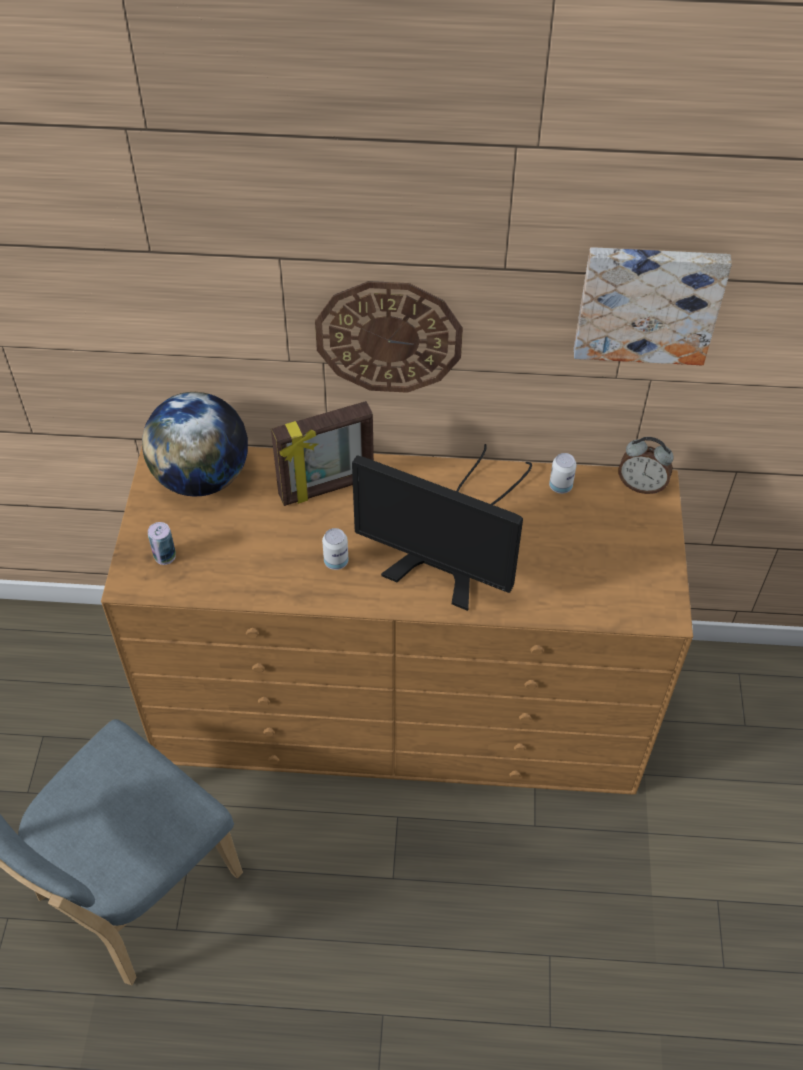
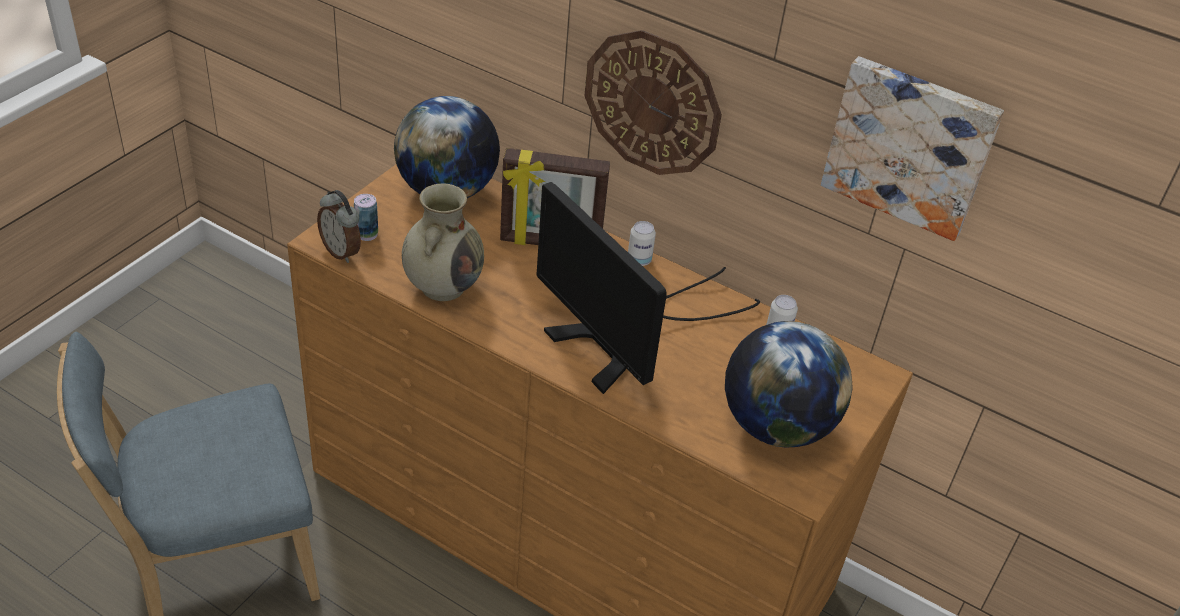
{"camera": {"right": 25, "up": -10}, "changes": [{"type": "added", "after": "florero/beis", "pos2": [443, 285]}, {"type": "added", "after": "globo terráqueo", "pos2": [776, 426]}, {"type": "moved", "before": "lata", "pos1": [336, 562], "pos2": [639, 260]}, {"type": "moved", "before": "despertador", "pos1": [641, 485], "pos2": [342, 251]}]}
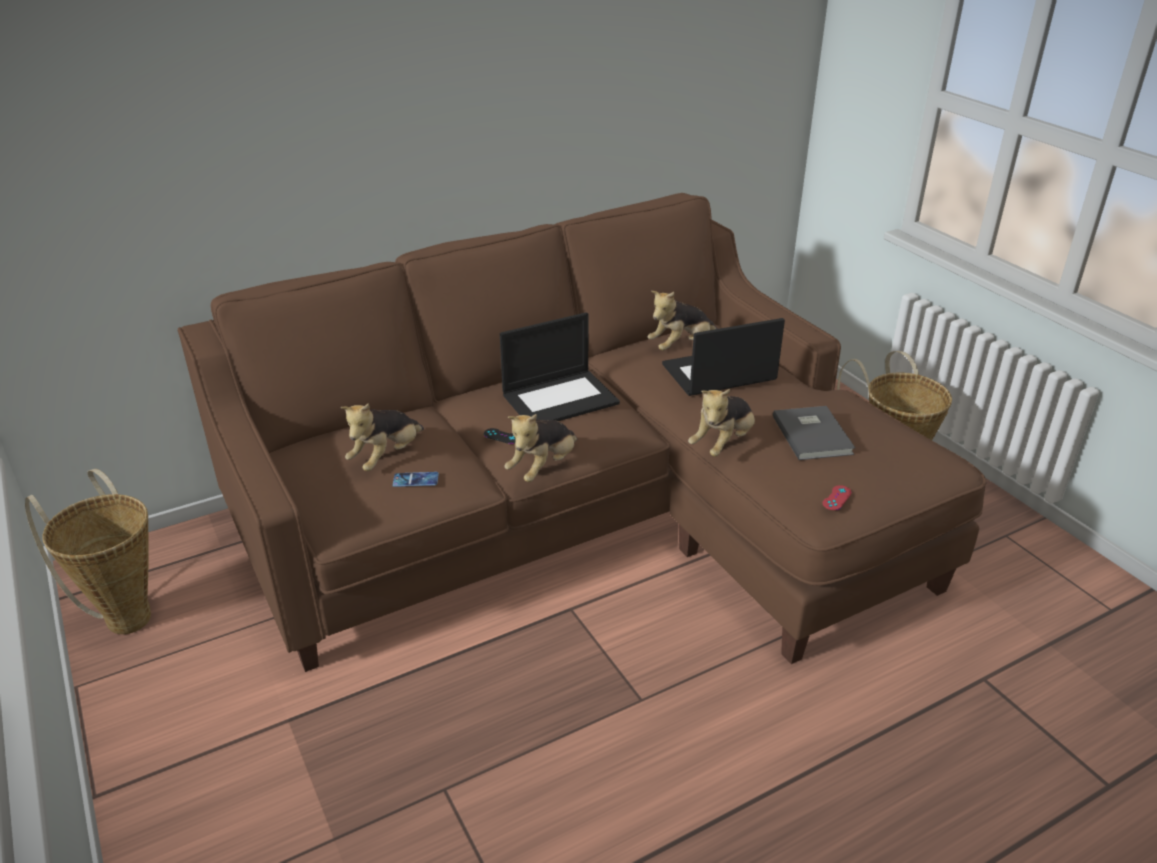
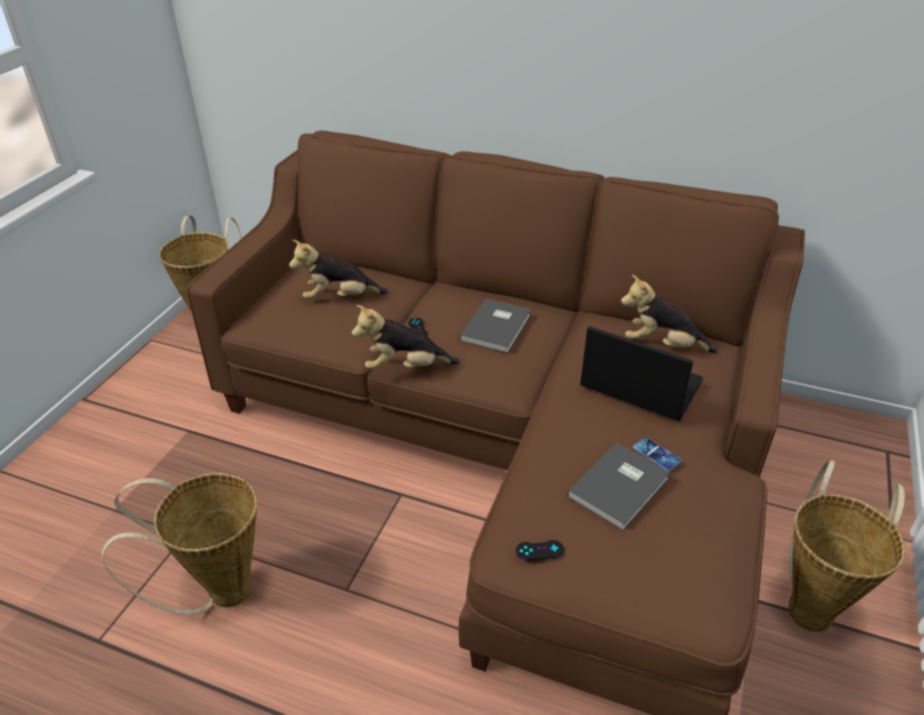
{"camera": {"right": 50, "up": 5}, "changes": [{"type": "removed", "before": "peluche", "pos1": [723, 443]}, {"type": "added", "after": "cesta", "pos2": [219, 591]}, {"type": "moved", "before": "móvil", "pos1": [415, 480], "pos2": [656, 454]}, {"type": "replaced", "before": "portátil", "after": "libro/gris", "pos1": [560, 398], "pos2": [498, 327]}, {"type": "recoloured", "before": "mando de consola/rojo", "after": "mando de consola/negro", "pos1": [837, 498], "pos2": [539, 550]}]}
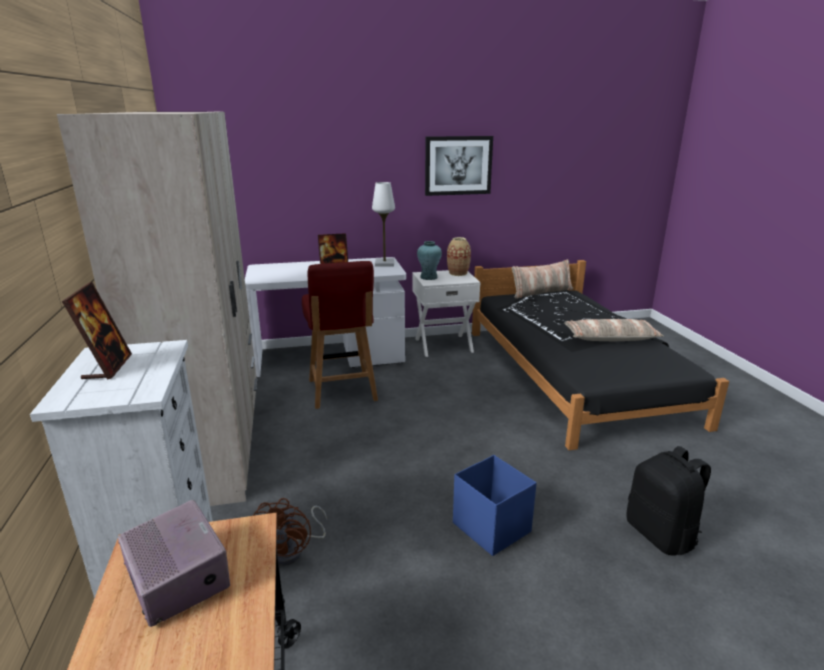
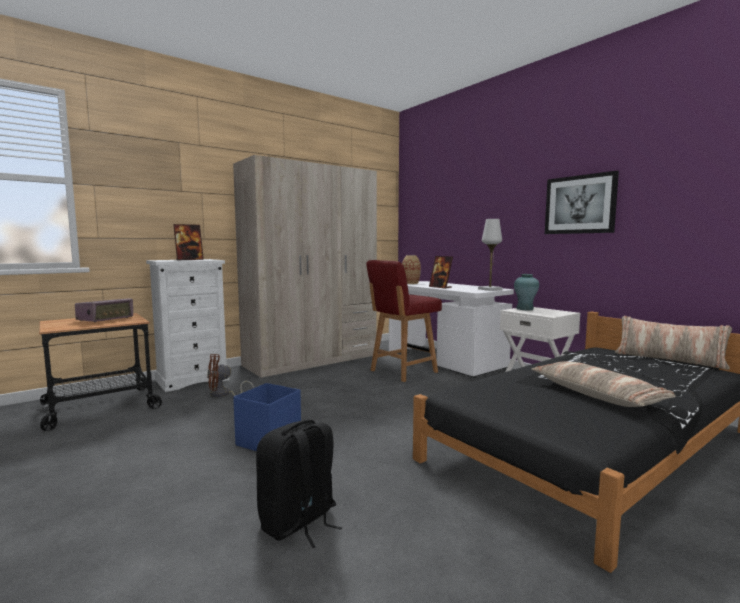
{"camera": {"right": 65, "up": -15}, "changes": [{"type": "moved", "before": "florero", "pos1": [458, 273], "pos2": [411, 283]}]}
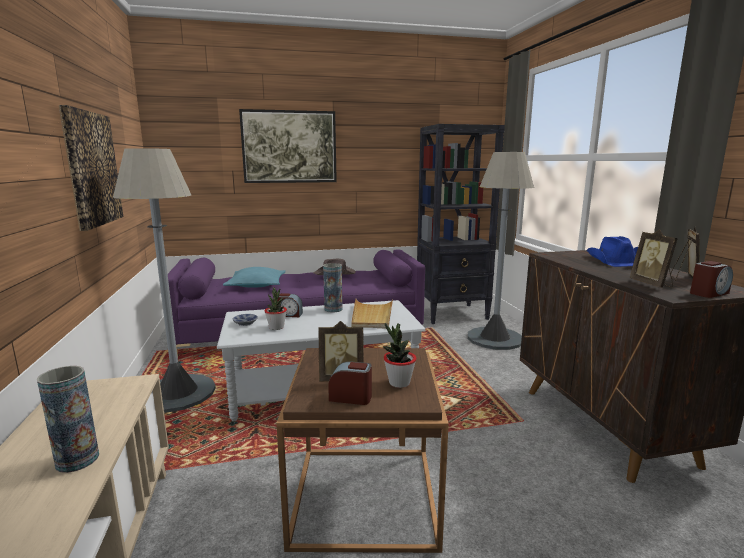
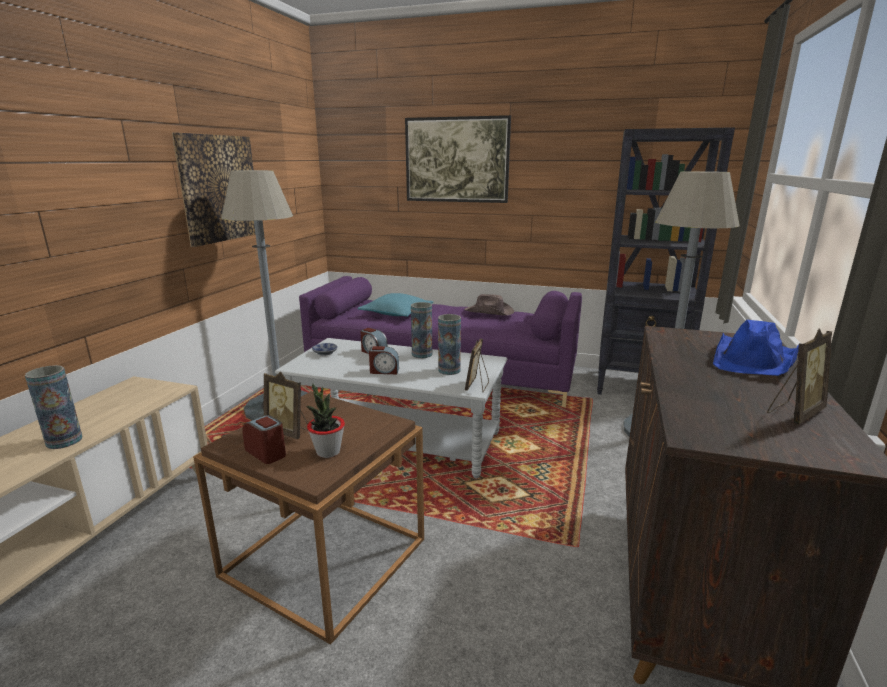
{"camera": {"right": 30, "up": 5}, "changes": [{"type": "removed", "before": "planta en maceta", "pos1": [276, 327]}, {"type": "moved", "before": "portarretratos", "pos1": [652, 284], "pos2": [477, 386]}, {"type": "moved", "before": "despertador", "pos1": [708, 293], "pos2": [384, 371]}, {"type": "replaced", "before": "bandeja/beis", "after": "florero", "pos1": [372, 316], "pos2": [449, 370]}]}
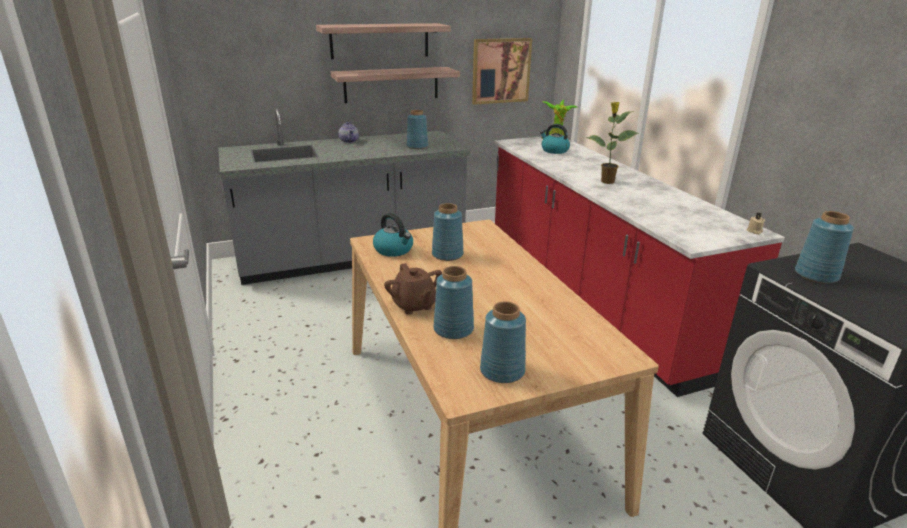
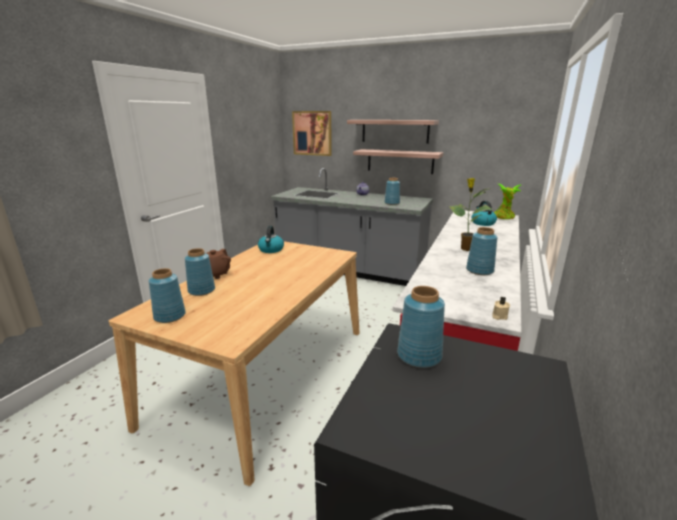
{"camera": {"right": 45, "up": -5}, "changes": [{"type": "moved", "before": "florero/azul", "pos1": [447, 255], "pos2": [479, 271]}, {"type": "moved", "before": "cuadro", "pos1": [501, 71], "pos2": [312, 133]}]}
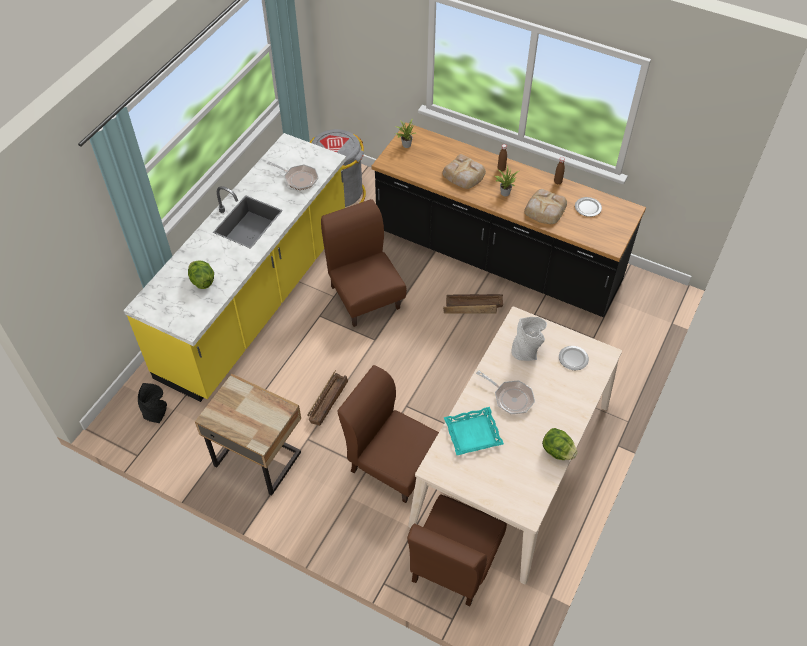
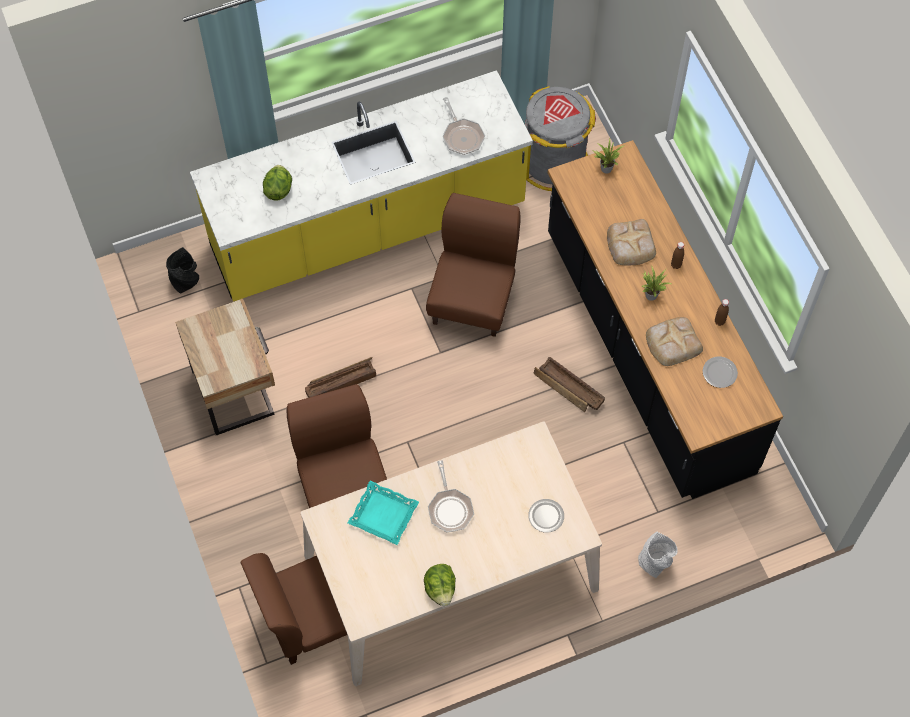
{"camera": {"right": 40, "up": 10}, "changes": [{"type": "moved", "before": "florero/gris", "pos1": [526, 351], "pos2": [655, 563]}]}
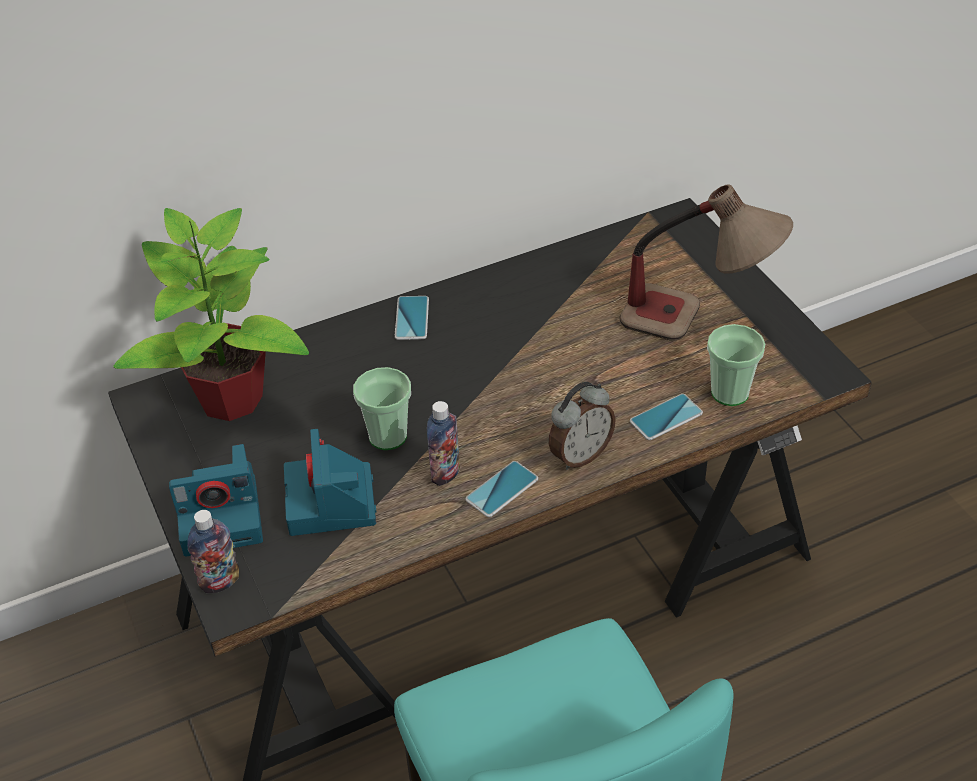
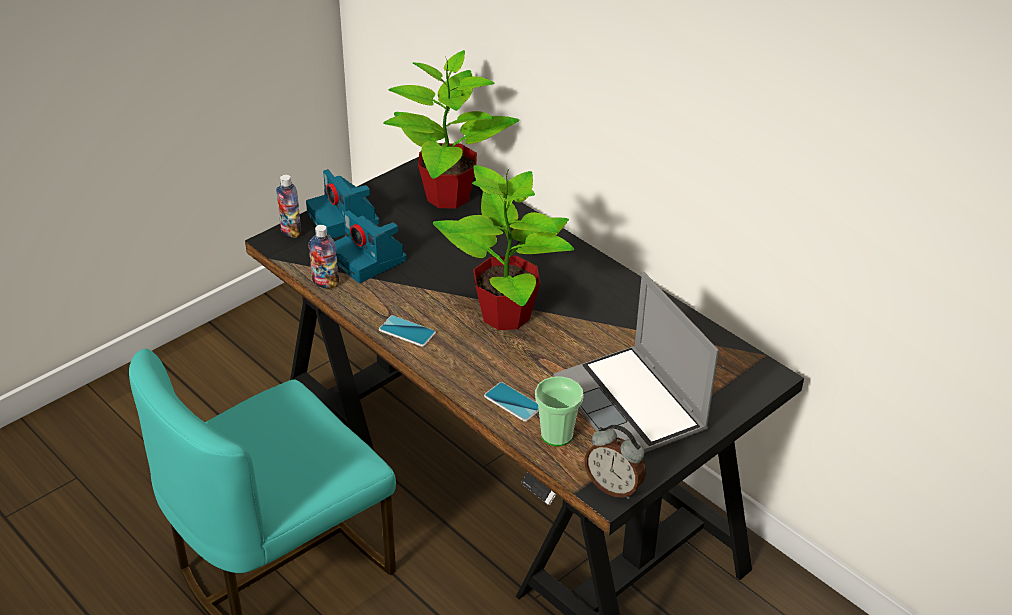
{"camera": {"right": 70, "up": -5}, "changes": [{"type": "removed", "before": "taza", "pos1": [388, 436]}, {"type": "removed", "before": "móvil", "pos1": [412, 318]}, {"type": "added", "after": "planta en maceta", "pos2": [507, 315]}, {"type": "moved", "before": "botella", "pos1": [445, 473], "pos2": [325, 283]}, {"type": "moved", "before": "despertador", "pos1": [580, 455], "pos2": [614, 487]}, {"type": "replaced", "before": "lámpara de mesa", "after": "portátil", "pos1": [699, 324], "pos2": [632, 406]}, {"type": "turned", "before": "cámara", "pos1": [332, 503], "pos2": [369, 260], "turn": -105}]}
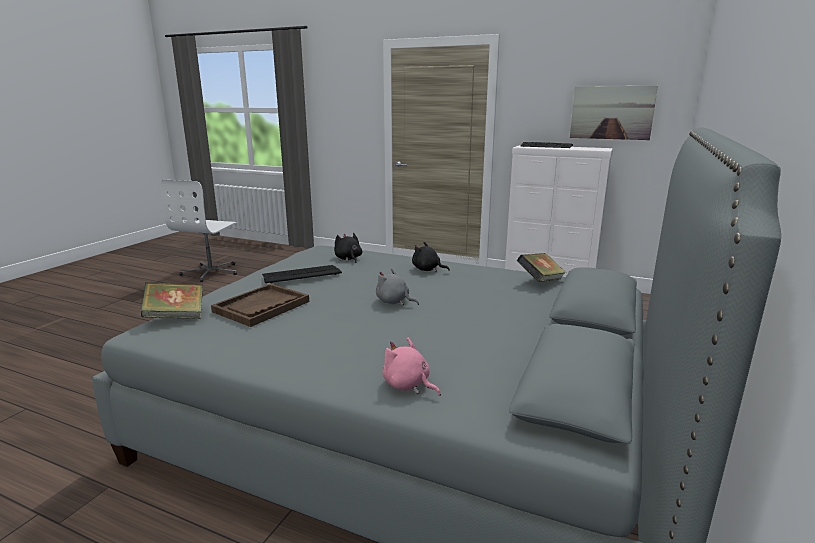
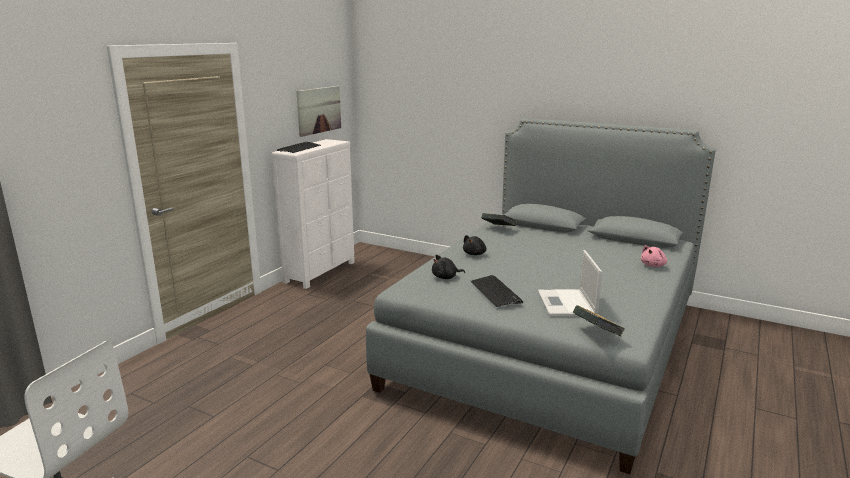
{"camera": {"right": -85, "up": 0}, "changes": [{"type": "removed", "before": "peluche/gris", "pos1": [394, 302]}, {"type": "replaced", "before": "bandeja/marrón", "after": "portátil", "pos1": [261, 307], "pos2": [567, 304]}]}
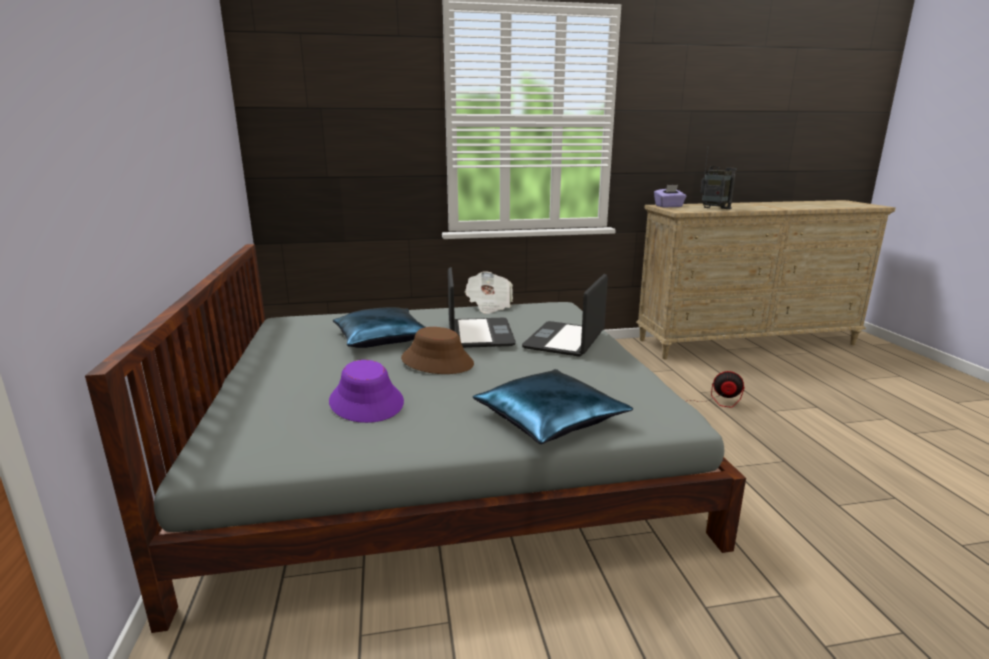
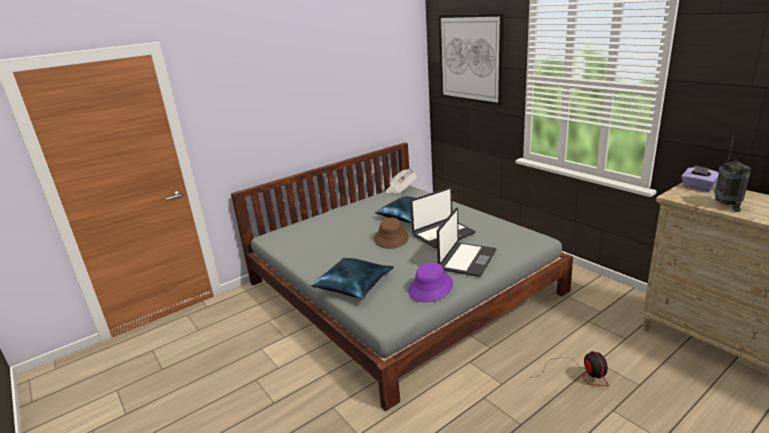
{"camera": {"right": 65, "up": 5}, "changes": [{"type": "added", "after": "cuadro", "pos2": [470, 58]}, {"type": "moved", "before": "sombrero/morado", "pos1": [367, 402], "pos2": [431, 287]}, {"type": "moved", "before": "periódico", "pos1": [489, 306], "pos2": [401, 189]}, {"type": "turned", "before": "portátil", "pos1": [565, 340], "pos2": [466, 260], "turn": 120}]}
